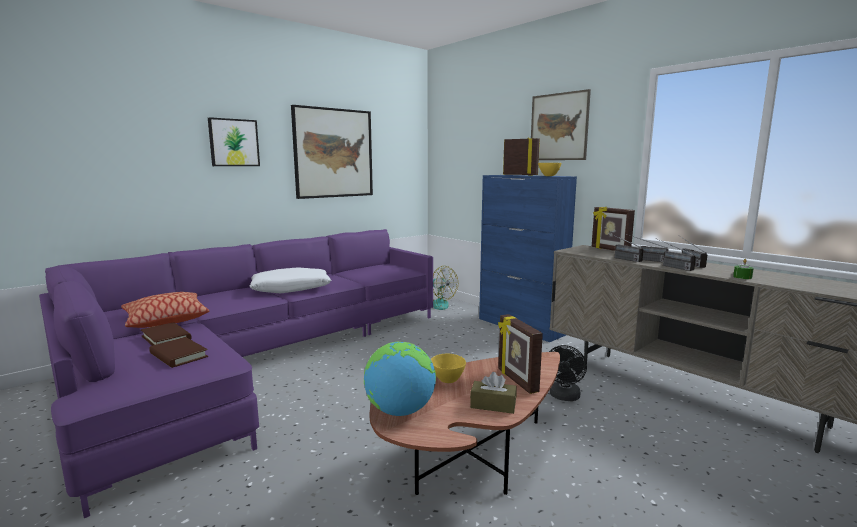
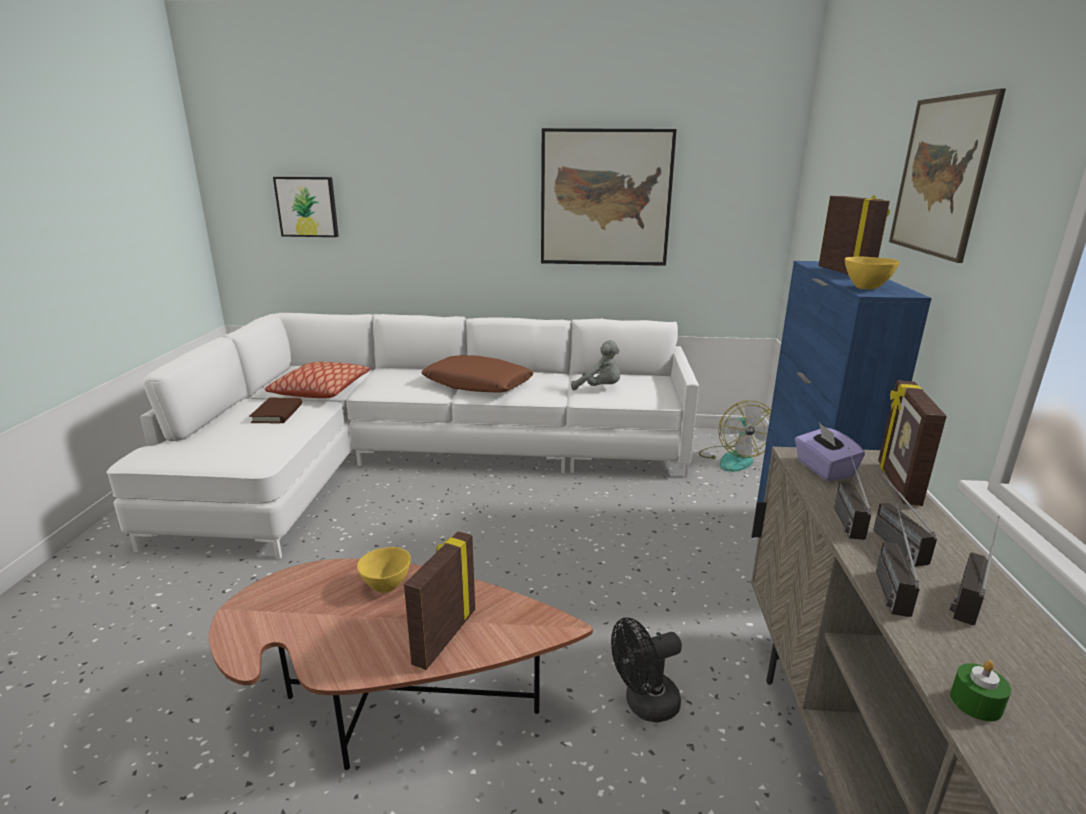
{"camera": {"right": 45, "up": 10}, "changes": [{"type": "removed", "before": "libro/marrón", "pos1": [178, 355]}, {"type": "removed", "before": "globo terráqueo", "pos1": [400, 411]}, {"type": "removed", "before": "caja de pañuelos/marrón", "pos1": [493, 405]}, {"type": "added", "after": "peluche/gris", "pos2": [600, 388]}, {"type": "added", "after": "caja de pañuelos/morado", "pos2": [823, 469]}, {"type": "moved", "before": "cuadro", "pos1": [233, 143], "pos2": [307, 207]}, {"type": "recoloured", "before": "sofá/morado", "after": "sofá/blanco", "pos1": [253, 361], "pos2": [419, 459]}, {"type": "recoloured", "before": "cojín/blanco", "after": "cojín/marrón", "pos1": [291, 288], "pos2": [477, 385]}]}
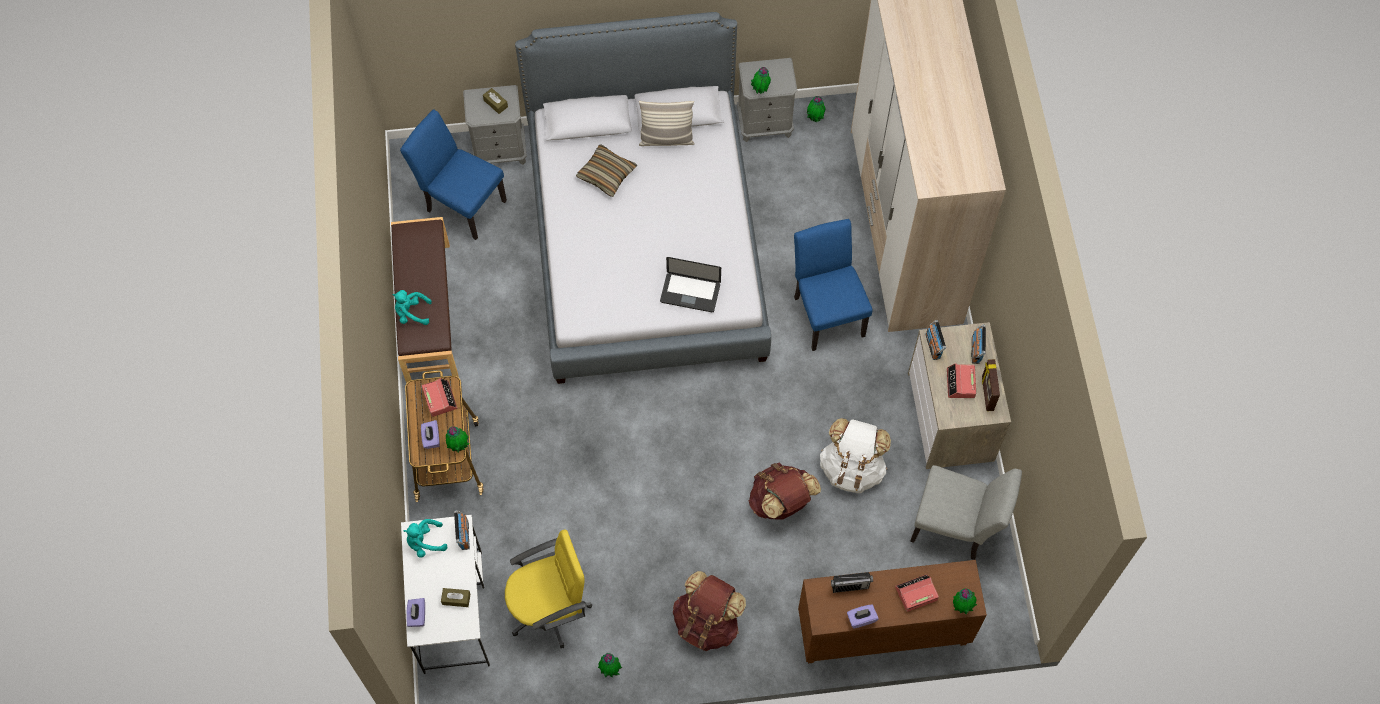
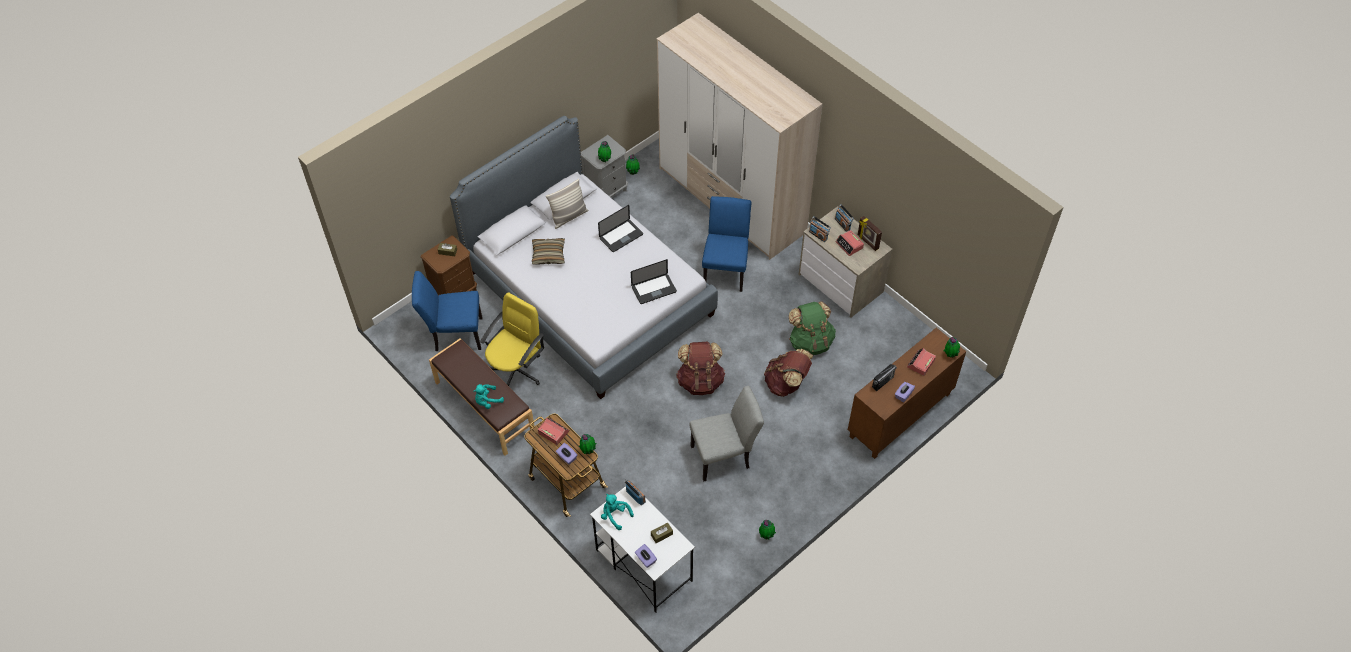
{"camera": {"right": -35, "up": -10}, "changes": [{"type": "added", "after": "portátil", "pos2": [621, 236]}, {"type": "moved", "before": "silla de oficina/amarillo", "pos1": [550, 609], "pos2": [516, 370]}, {"type": "moved", "before": "mochila/marrón", "pos1": [707, 622], "pos2": [700, 381]}, {"type": "moved", "before": "silla/gris", "pos1": [956, 527], "pos2": [725, 456]}, {"type": "recoloured", "before": "mesita de noche/gris", "after": "mesita de noche/marrón", "pos1": [500, 150], "pos2": [454, 292]}, {"type": "recoloured", "before": "mochila/blanco", "after": "mochila/verde", "pos1": [852, 468], "pos2": [810, 342]}, {"type": "turned", "before": "peluche/turquesa", "pos1": [425, 542], "pos2": [615, 515], "turn": 90}, {"type": "turned", "before": "silla/azul", "pos1": [826, 311], "pos2": [726, 268], "turn": 60}]}
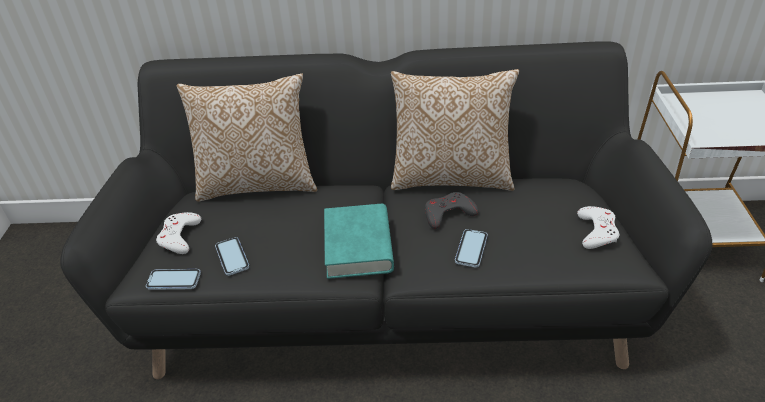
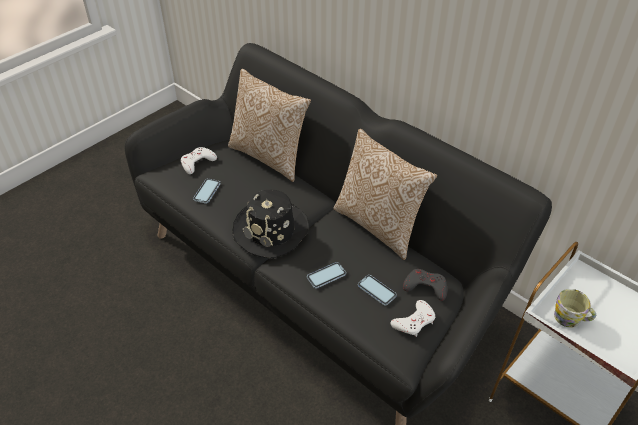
{"camera": {"right": 40, "up": 5}, "changes": [{"type": "added", "after": "taza grande", "pos2": [571, 318]}, {"type": "moved", "before": "móvil", "pos1": [174, 280], "pos2": [376, 291]}, {"type": "moved", "before": "mando de consola/gris", "pos1": [448, 214], "pos2": [425, 287]}, {"type": "replaced", "before": "libro/turquesa", "after": "sombrero/negro", "pos1": [358, 246], "pos2": [271, 230]}]}
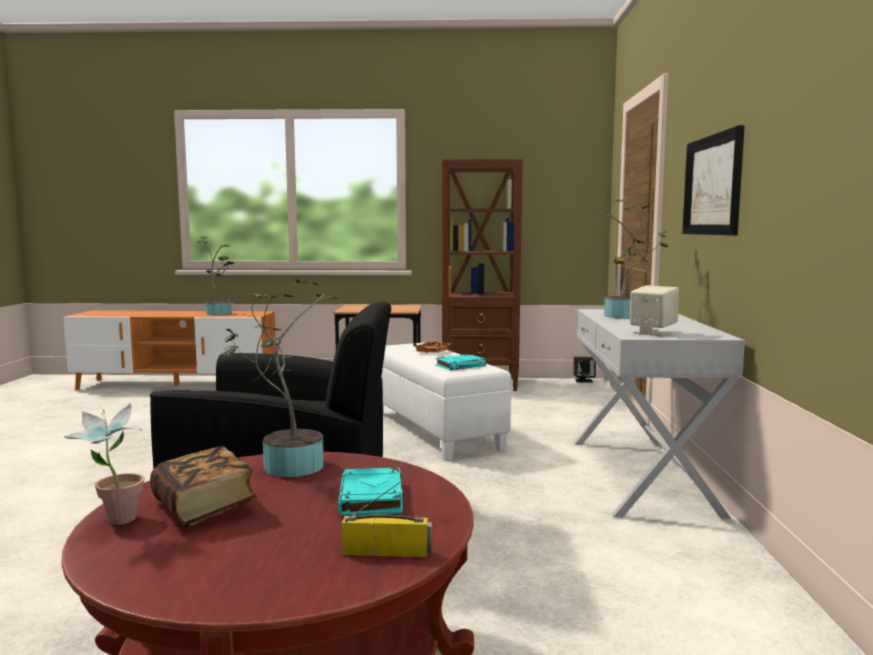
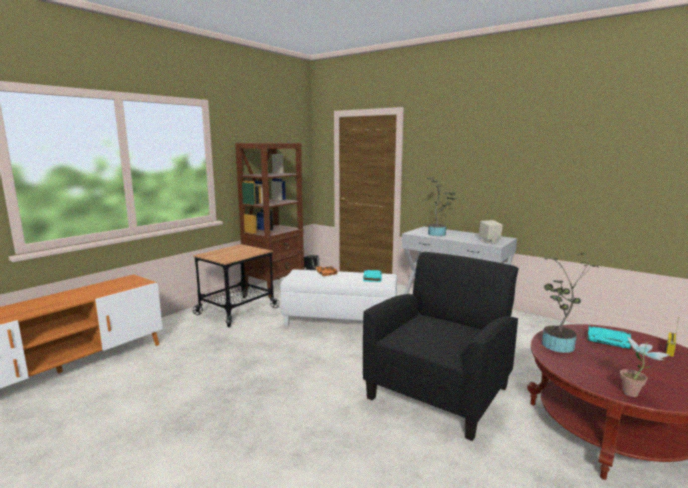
{"camera": {"right": -55, "up": 5}, "changes": [{"type": "removed", "before": "libro", "pos1": [204, 507]}, {"type": "removed", "before": "planta en maceta", "pos1": [220, 313]}, {"type": "removed", "before": "cuadro", "pos1": [713, 185]}]}
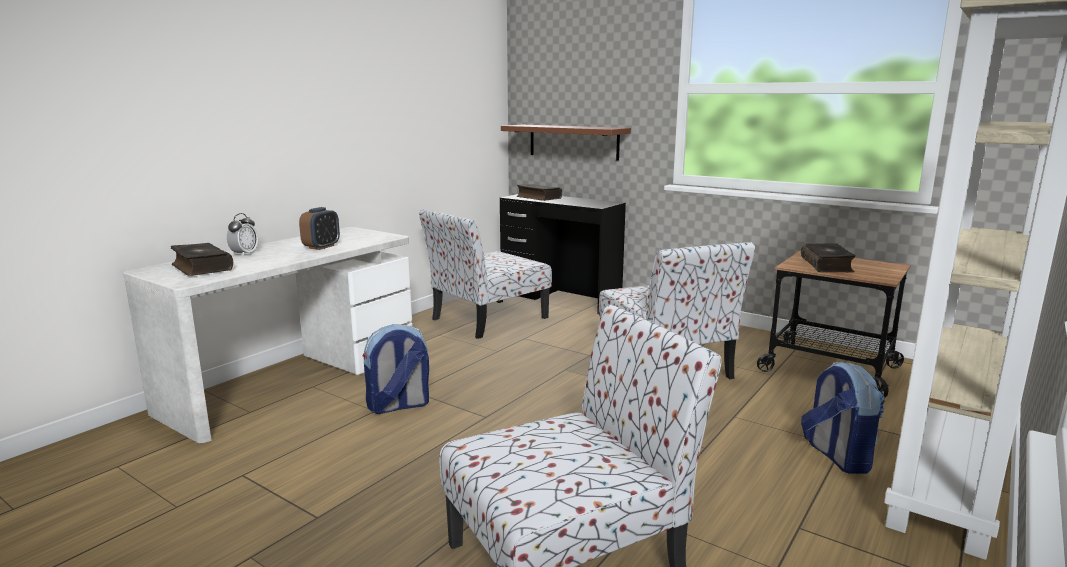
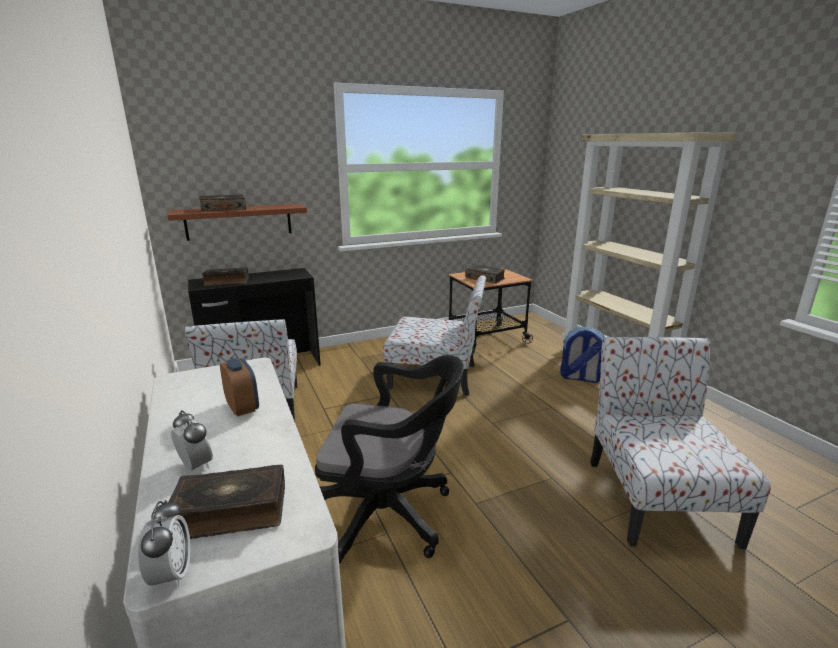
{"camera": {"right": -60, "up": 5}, "changes": [{"type": "added", "after": "despertador", "pos2": [172, 574]}, {"type": "added", "after": "libro", "pos2": [223, 209]}, {"type": "replaced", "before": "mochila", "after": "silla de oficina/negro", "pos1": [398, 406], "pos2": [390, 515]}]}
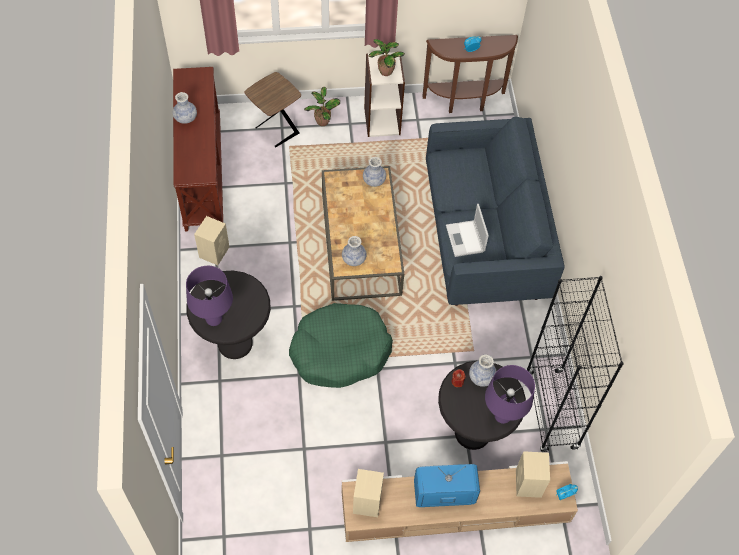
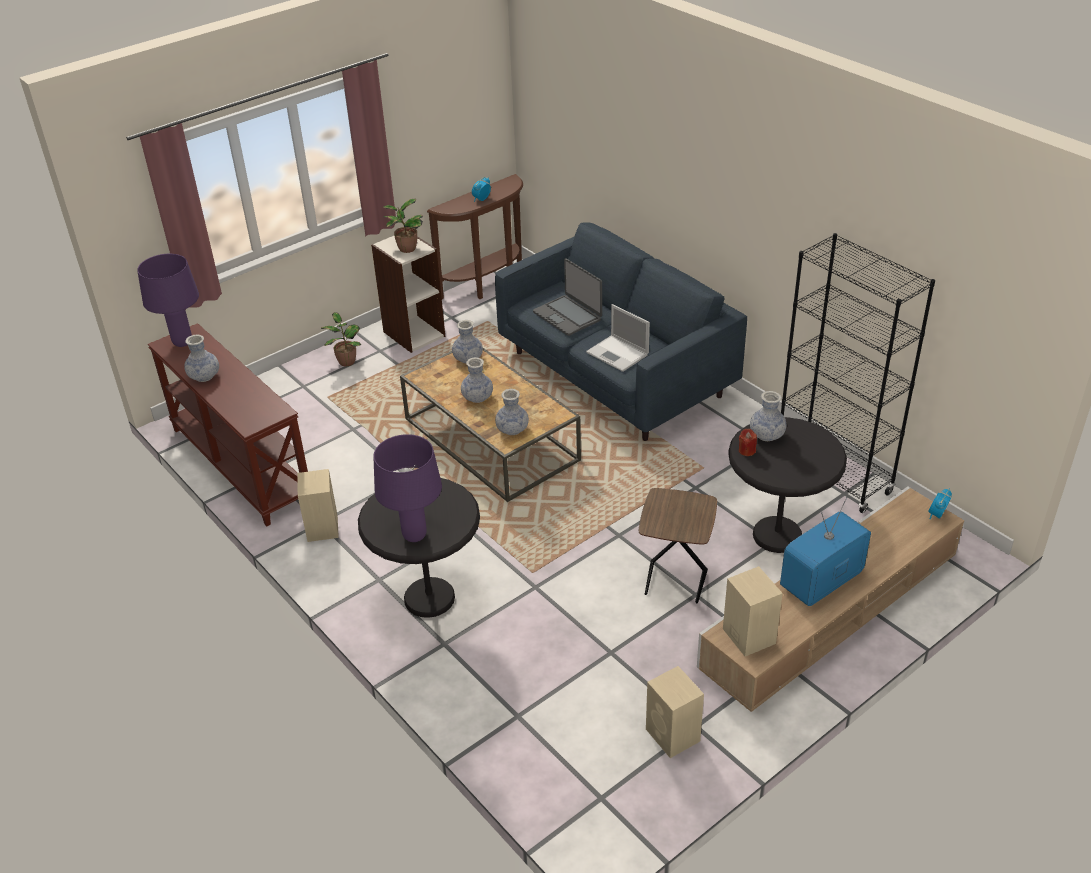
{"camera": {"right": -30, "up": -20}, "changes": [{"type": "removed", "before": "cama para perro/verde", "pos1": [340, 351]}, {"type": "added", "after": "florero", "pos2": [477, 397]}, {"type": "added", "after": "portátil", "pos2": [568, 316]}, {"type": "moved", "before": "mesa auxiliar/marrón", "pos1": [276, 131], "pos2": [675, 583]}, {"type": "moved", "before": "lámpara de mesa/morado", "pos1": [502, 417], "pos2": [183, 342]}, {"type": "moved", "before": "altavoz/beis", "pos1": [528, 484], "pos2": [673, 736]}]}
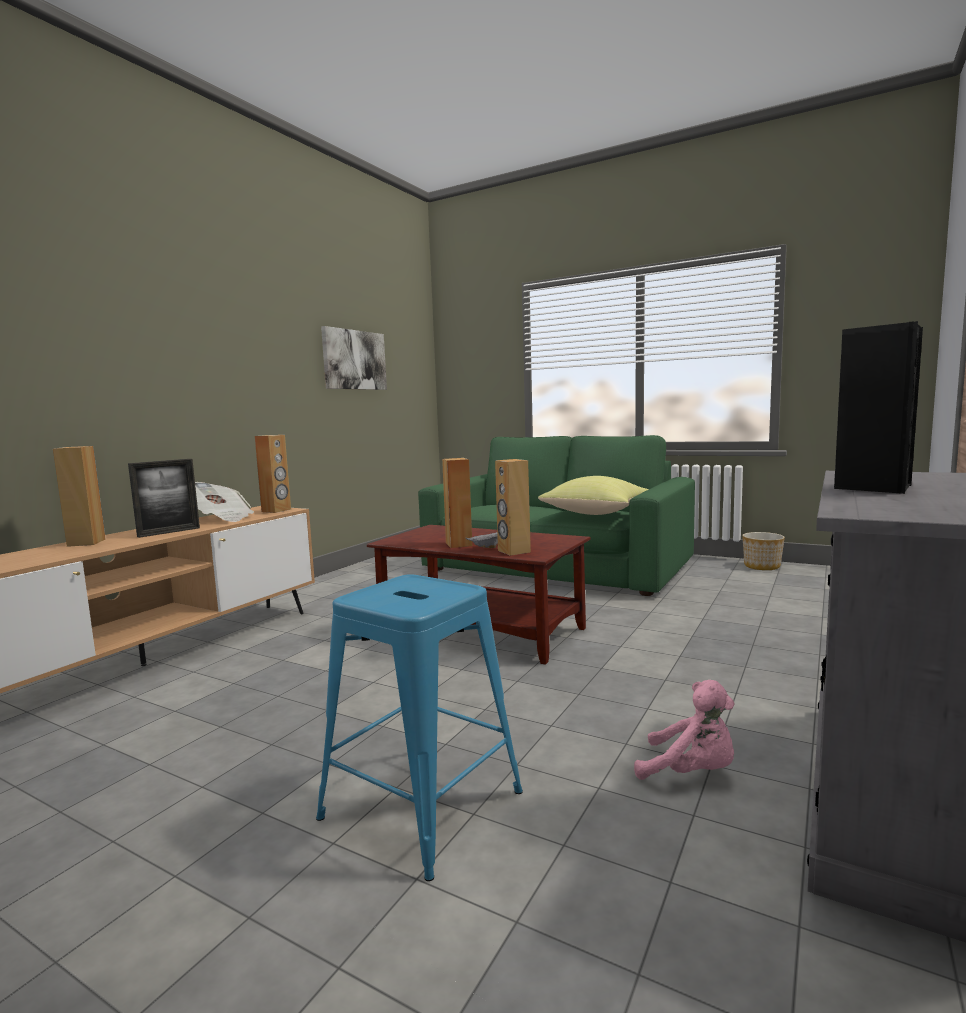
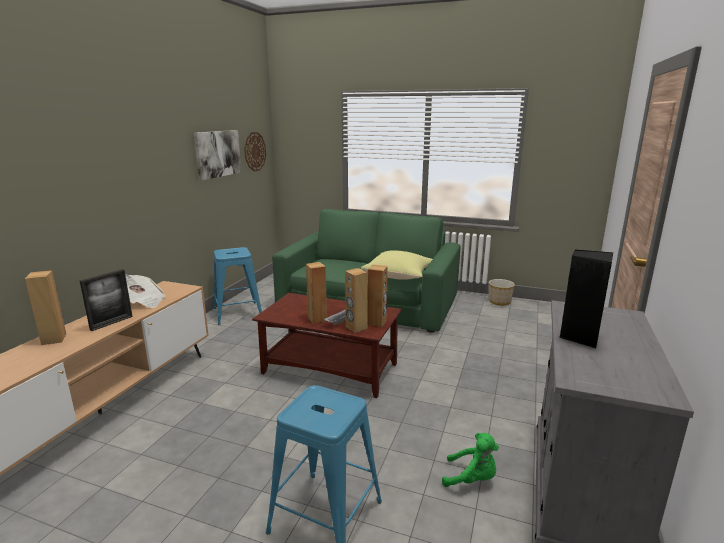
{"camera": {"right": -10, "up": 10}, "changes": [{"type": "added", "after": "taburete/azul", "pos2": [237, 313]}, {"type": "added", "after": "reloj de pared", "pos2": [254, 151]}, {"type": "moved", "before": "altavoz/marrón", "pos1": [276, 510], "pos2": [377, 322]}, {"type": "recoloured", "before": "peluche/rosa", "after": "peluche/verde", "pos1": [691, 772], "pos2": [471, 479]}]}
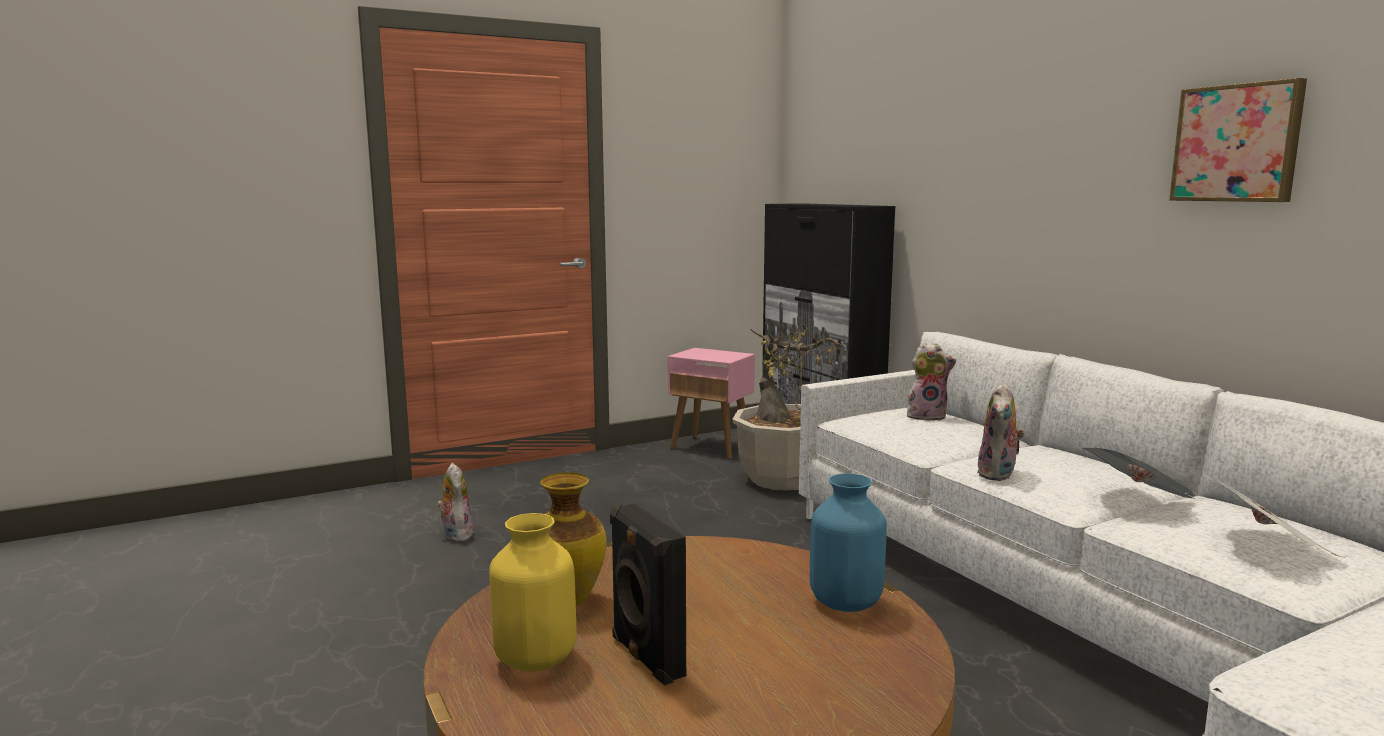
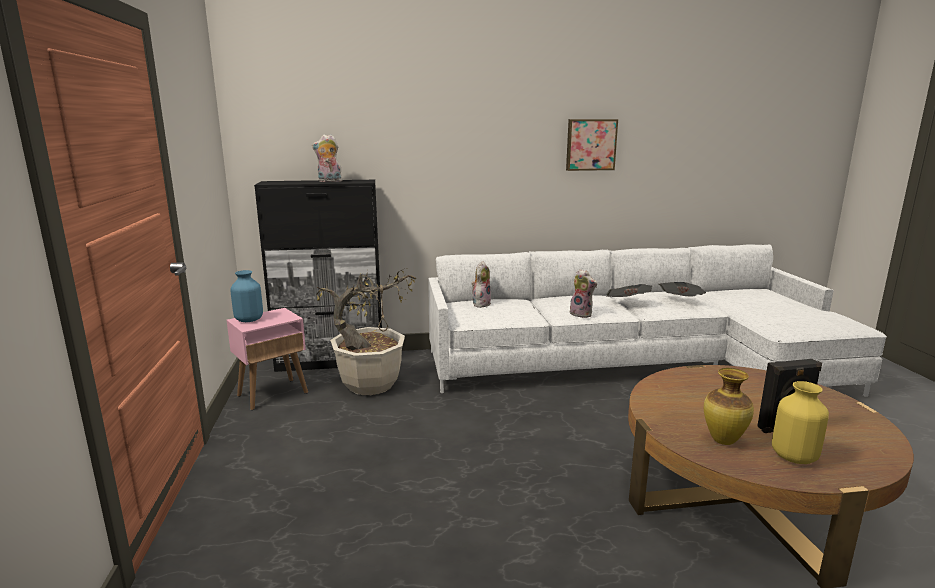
{"camera": {"right": -70, "up": 5}, "changes": [{"type": "moved", "before": "peluche", "pos1": [456, 534], "pos2": [329, 181]}, {"type": "moved", "before": "florero/azul", "pos1": [846, 601], "pos2": [249, 319]}]}
